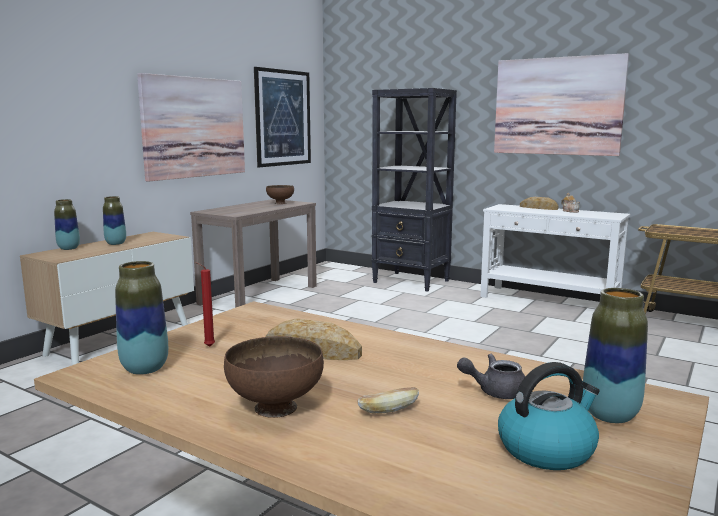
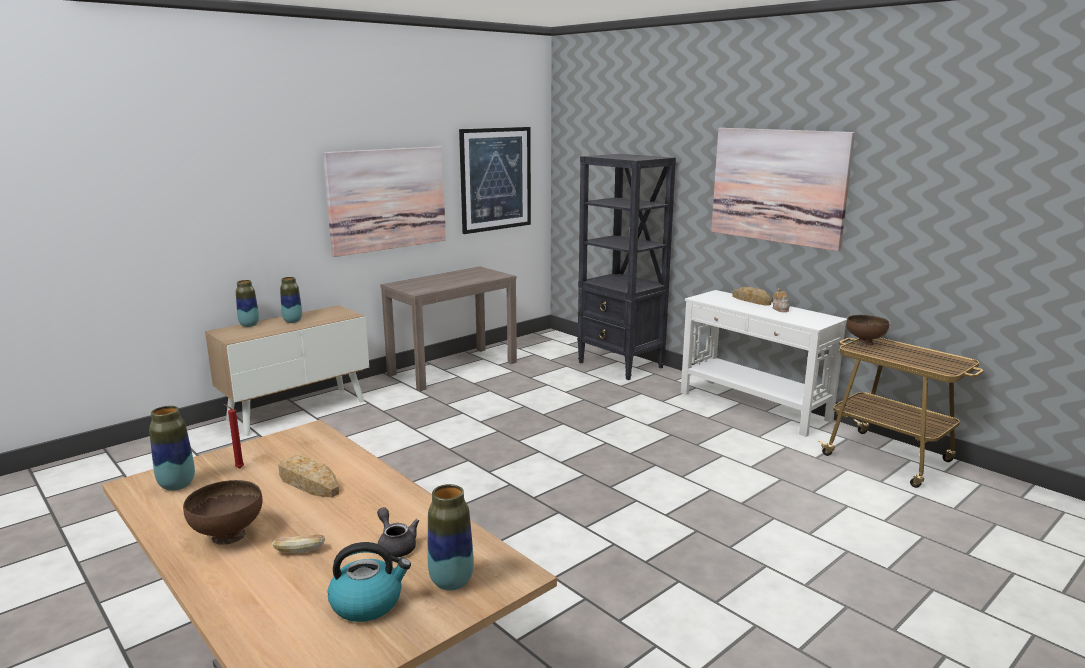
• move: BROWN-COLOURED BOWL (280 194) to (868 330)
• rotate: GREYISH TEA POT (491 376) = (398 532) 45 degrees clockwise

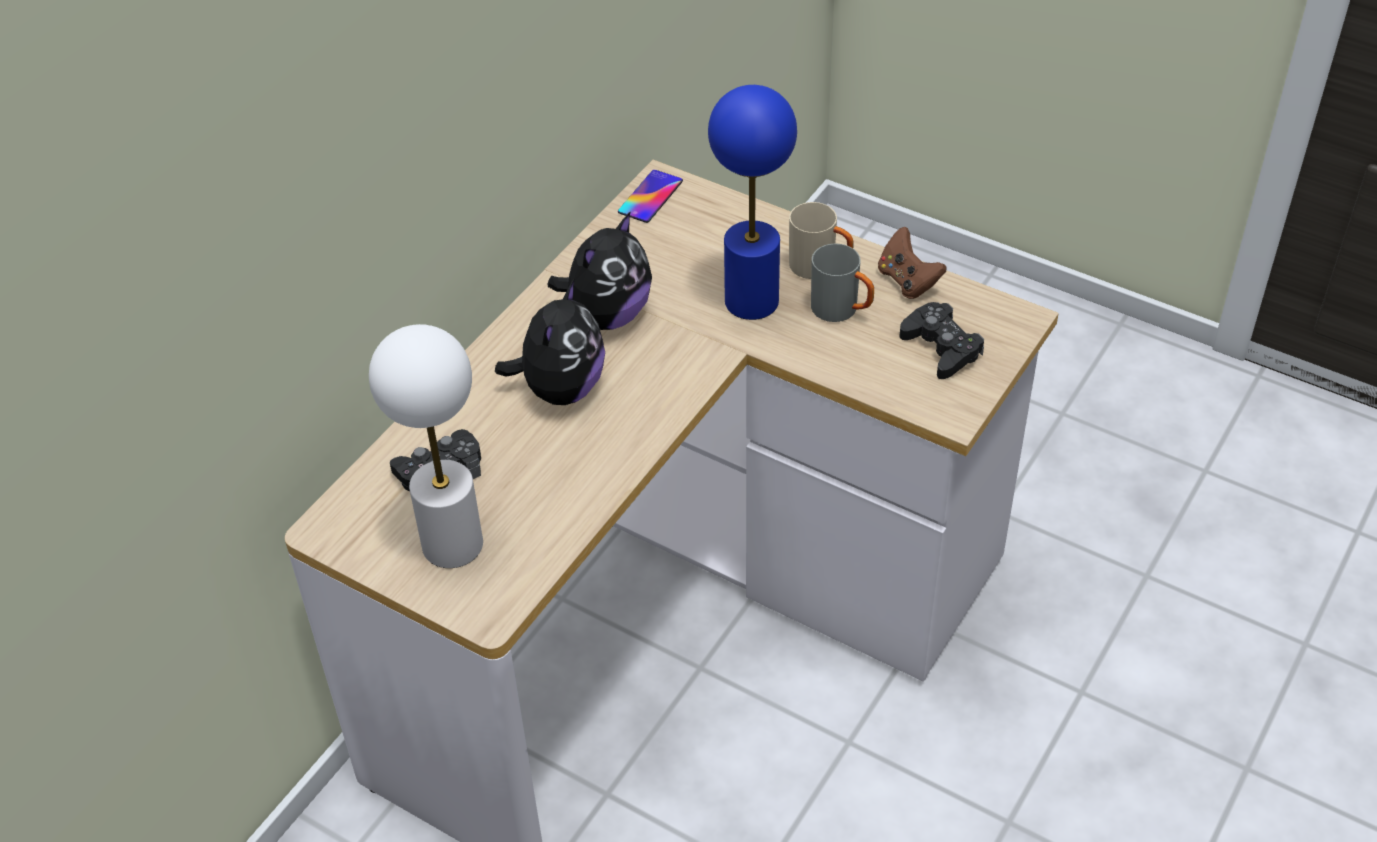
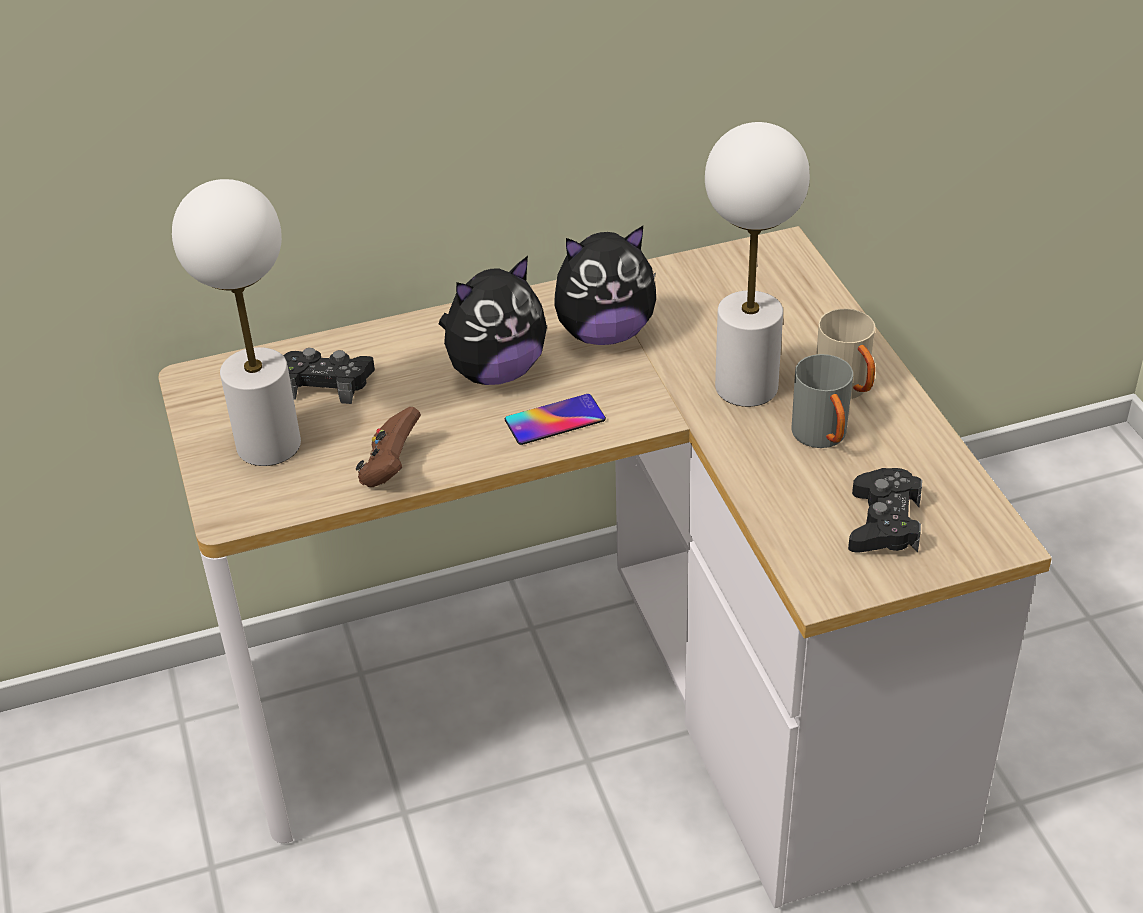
• recolor: BLUE LAMP FOR A TABLE (752 202) to WHITISH LAMP FOR A TABLE (757 264)
• move: HANDSET (650 196) to (555 419)
• move: BROWN-COLOURED GAME CONTROLLER (912 263) to (388 447)

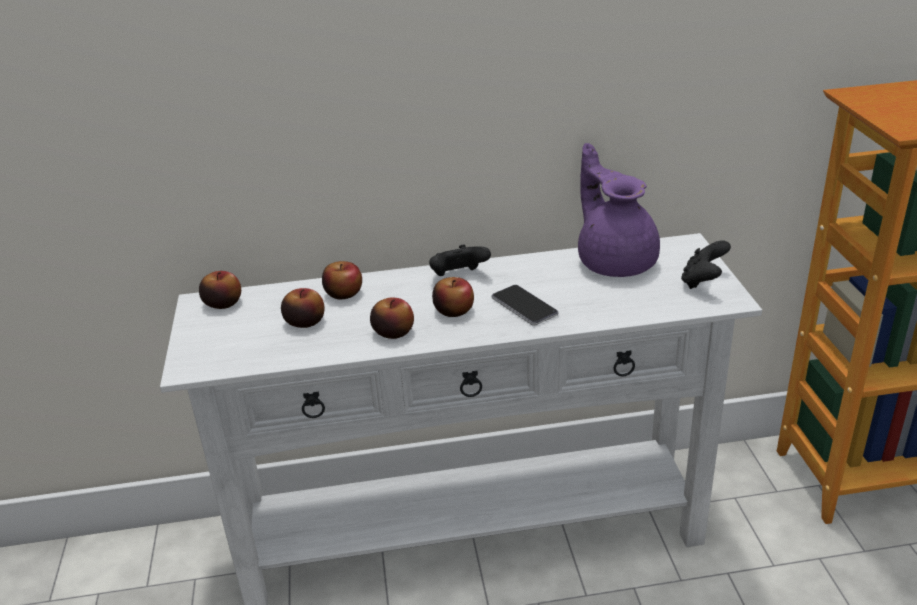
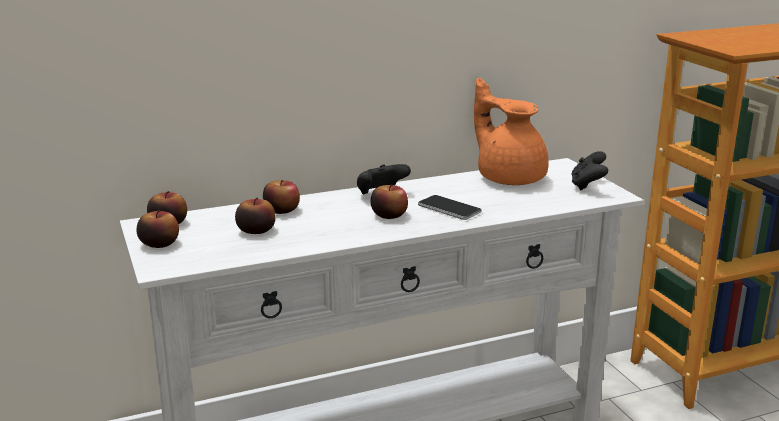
• recolor: PURPLISH TEA POT (619 210) to ORANGE-COLOURED TEA POT (511 131)
• move: APPLE FRUIT (392 318) to (158 229)

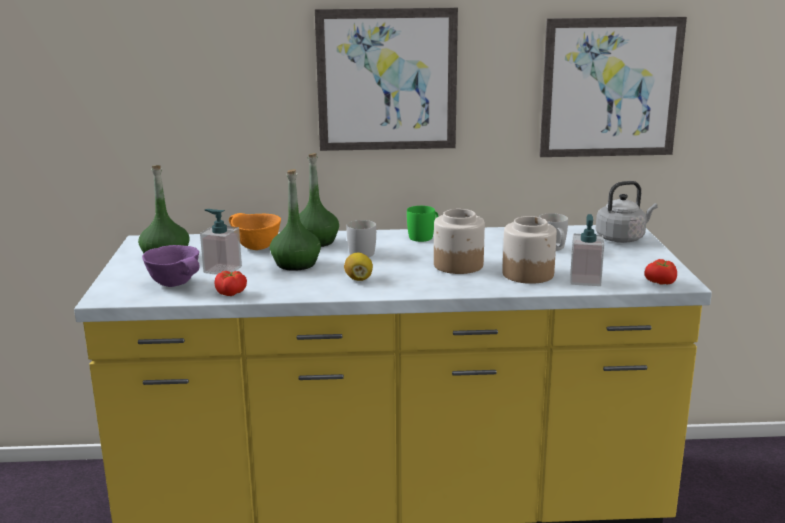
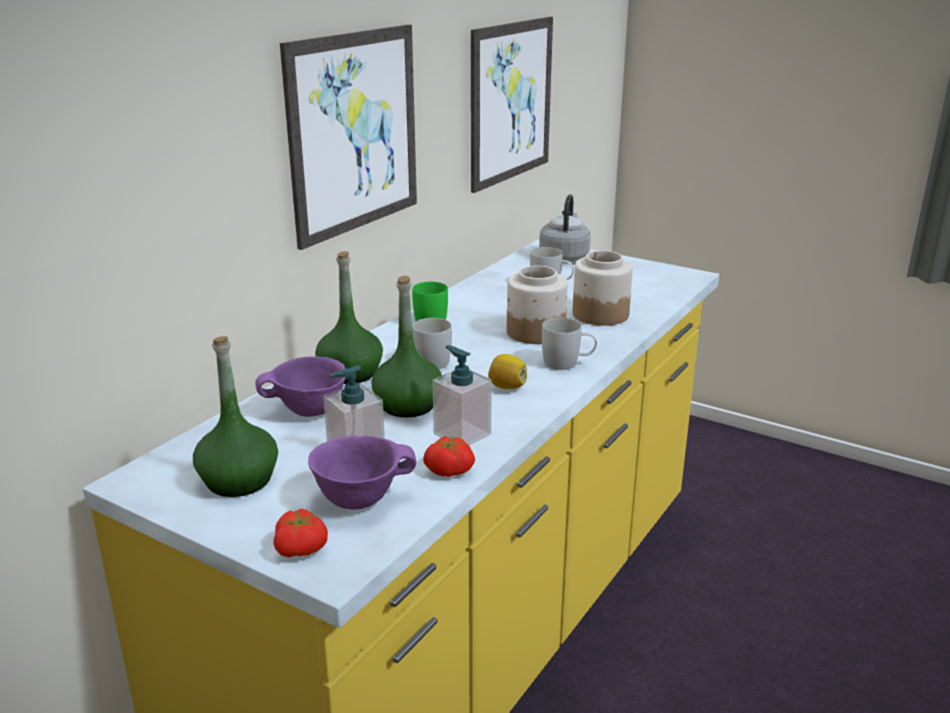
• recolor: ORANGE-COLOURED BOWL (255 231) to PURPLISH BOWL (300 386)
• move: SOAP BOTTLE (587 250) to (462 395)
• move: WHOLE TOMATO (660 271) to (301 533)
• insert: WHITISH TEA MUG (569 344)

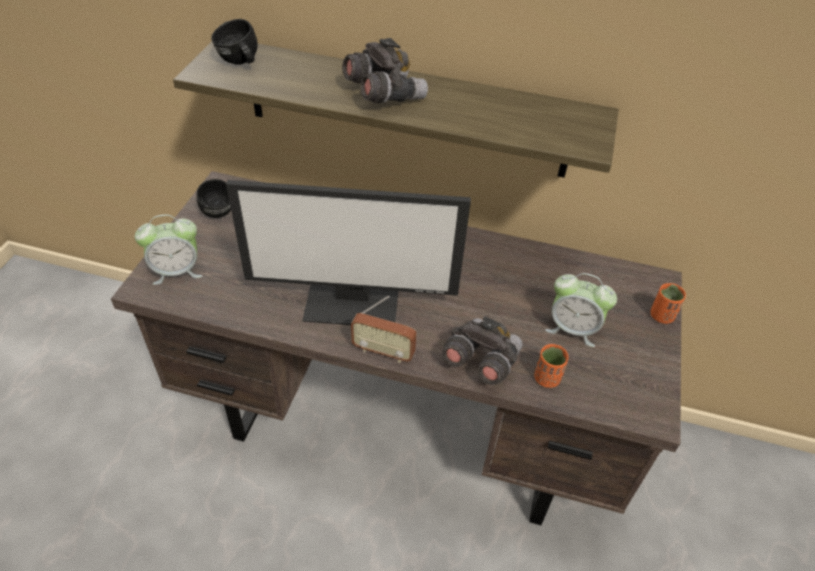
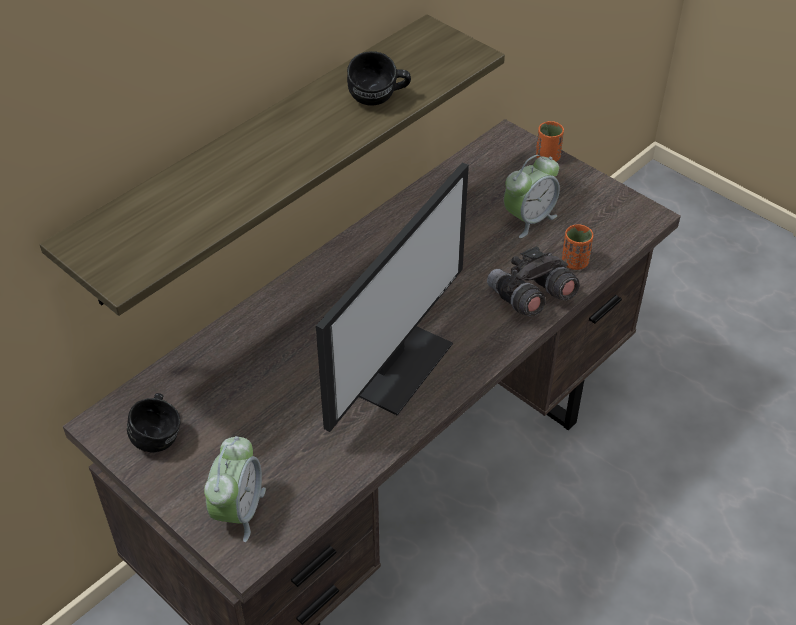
• move: BLACK TEA MUG (234 42) to (379 78)
• delete: GREYISH PAIR OF BINOCULARS (385 70)
• delete: RADIO RECEIVER (384 329)

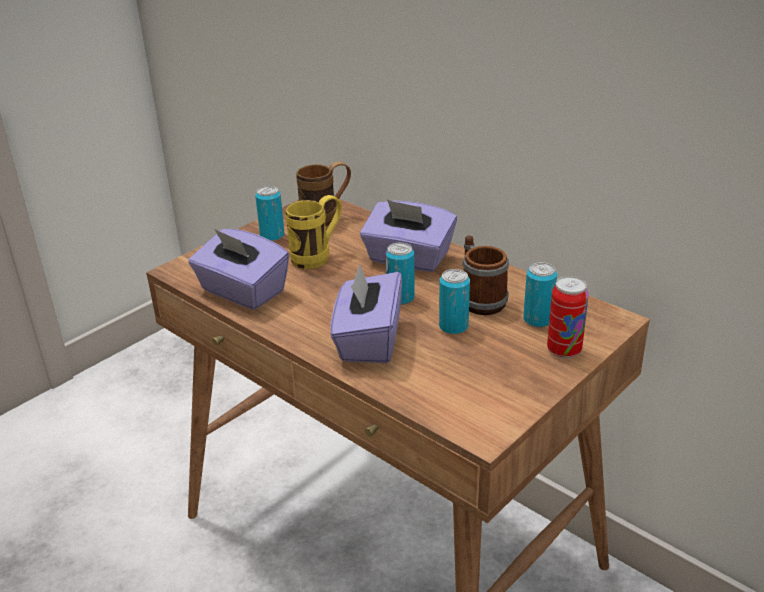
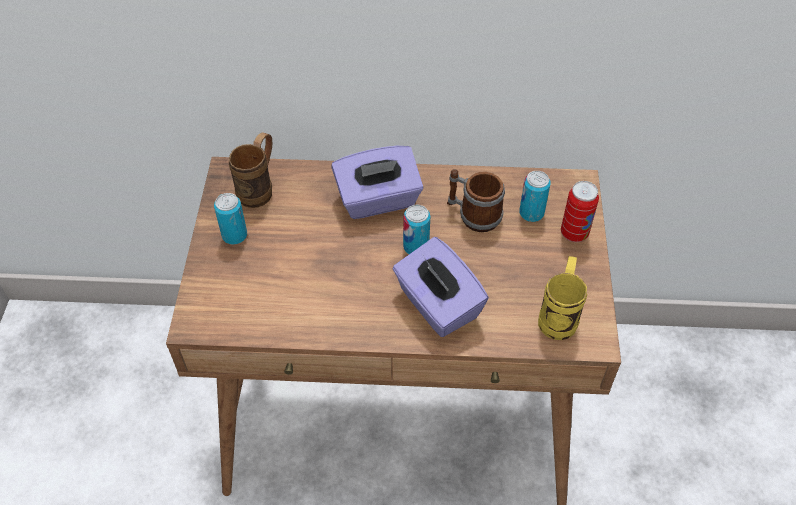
• move: YELLOW TEA MUG (313 232) to (562 298)
• delete: PURPLISH TISSUE BOX (238 269)
• delete: METAL CAN (454 302)

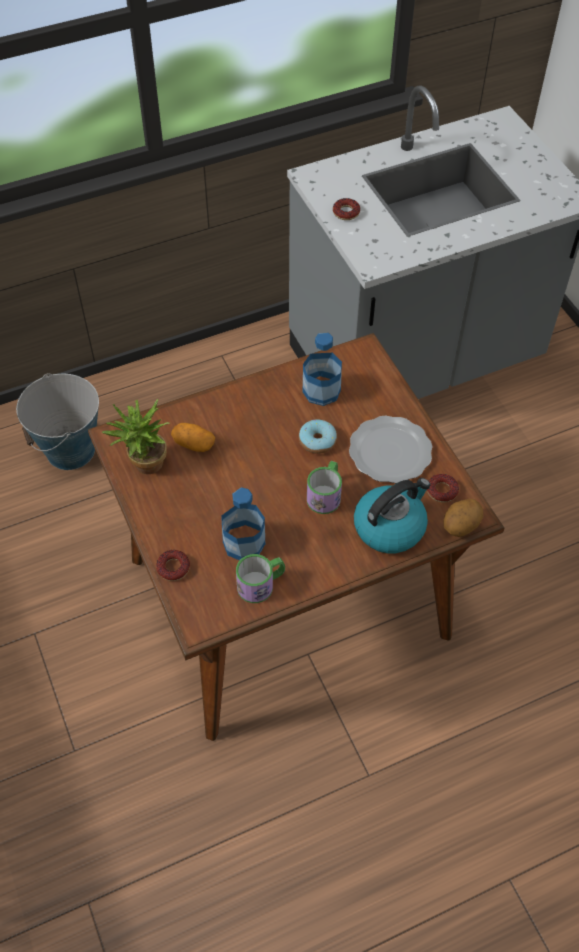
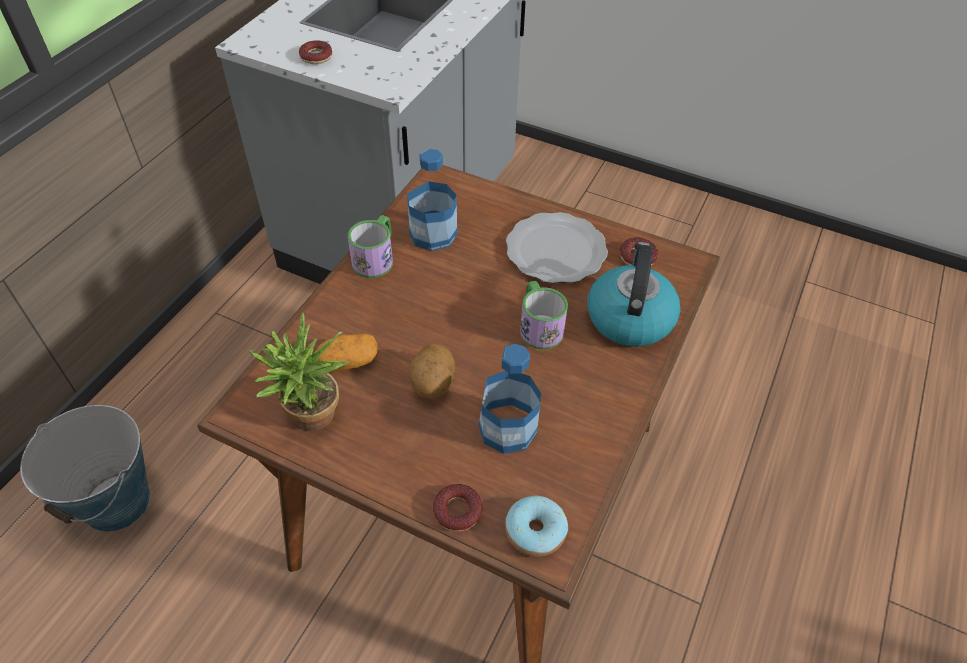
• move: DONUT (318 436) to (536 526)
• move: WHOLE POTATO (463 518) to (432 371)
• move: TEA MUG (260 578) to (370 246)

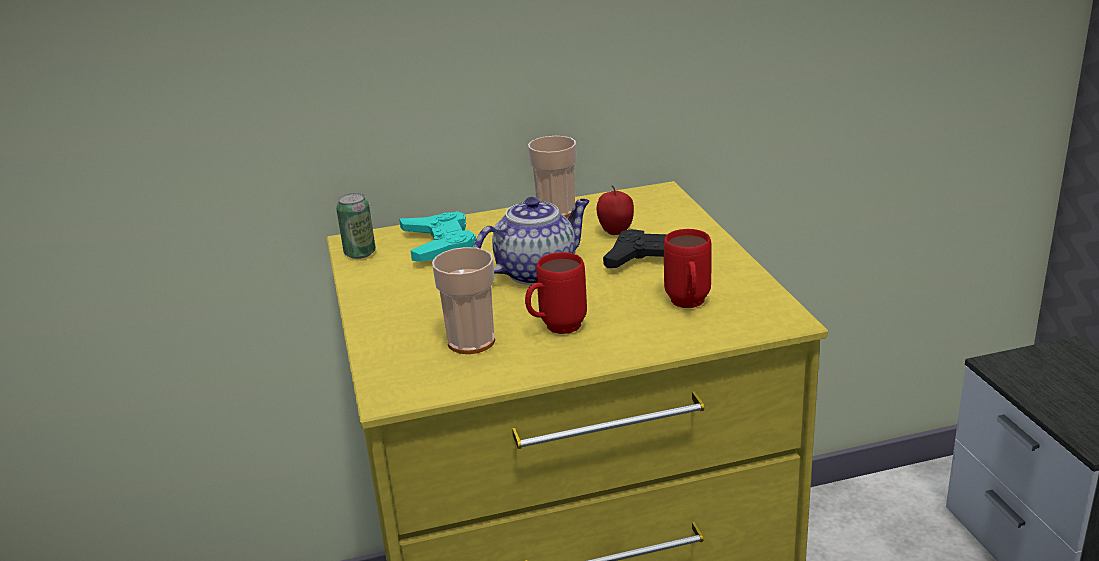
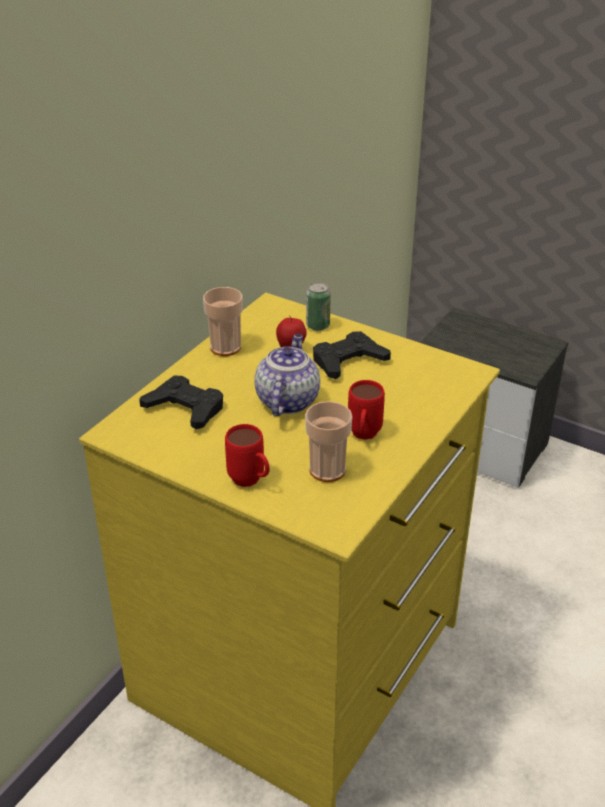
• move: METAL CAN (356 226) to (318 306)
• recolor: BLUE-GREEN GAME CONTROLLER (437 236) to BLACK GAME CONTROLLER (181 402)
• move: RED-COLOURED TEA MUG (688 268) to (247 455)

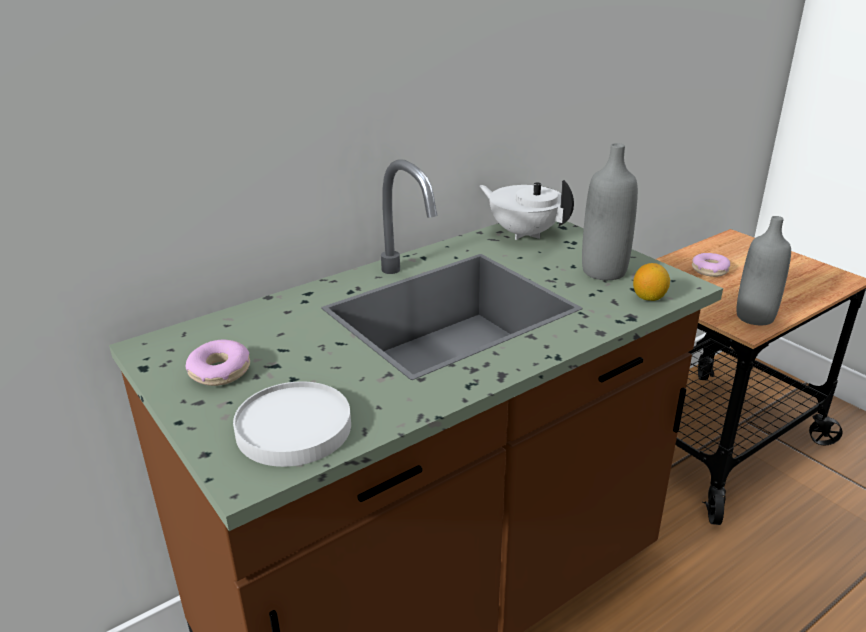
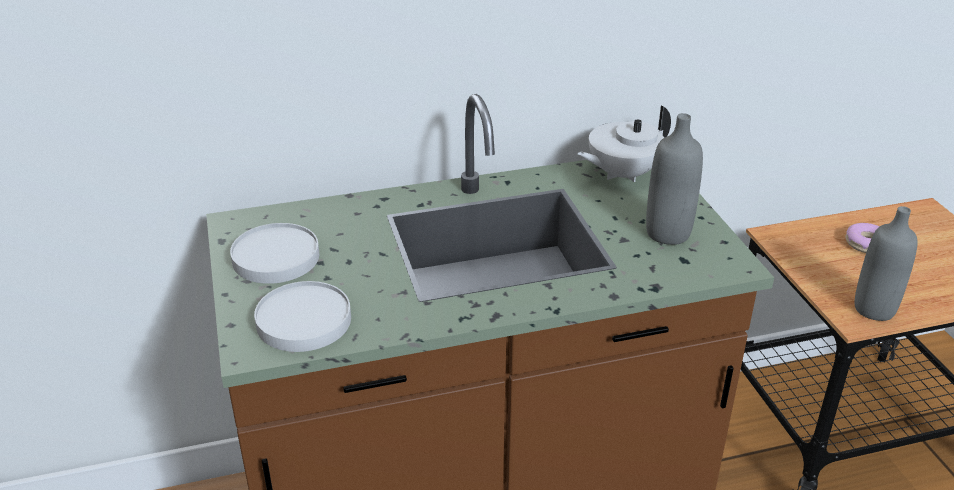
• rotate: WHITISH TEA POT (526 210) = (624 143) 90 degrees counterclockwise
• delete: CITRUS FRUIT (651 282)
• replace: DONUT (218 363) to WHITISH PLATE (274 253)

